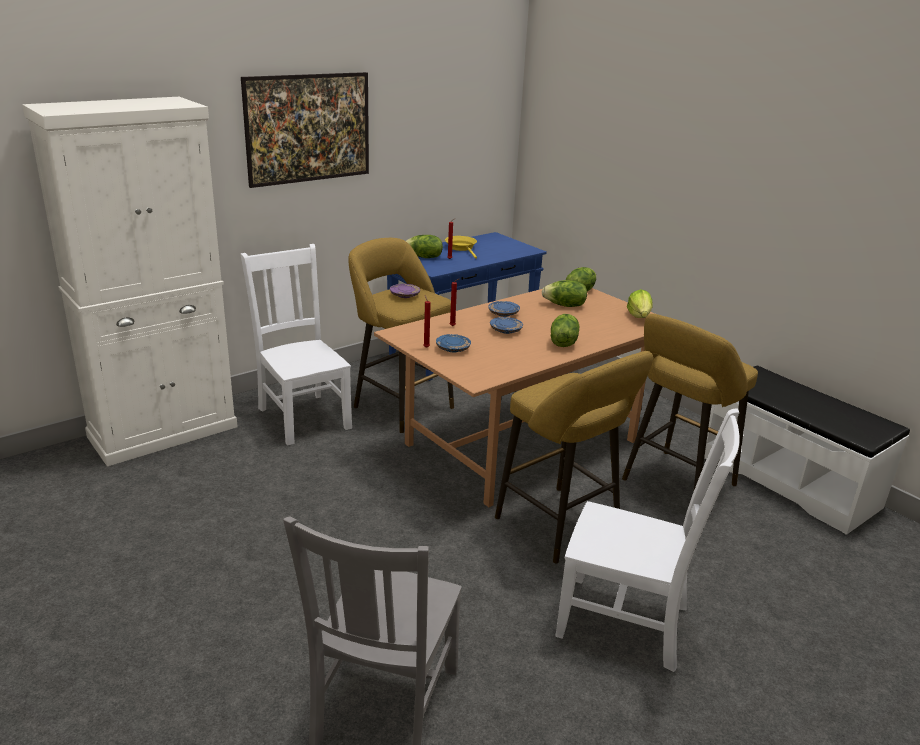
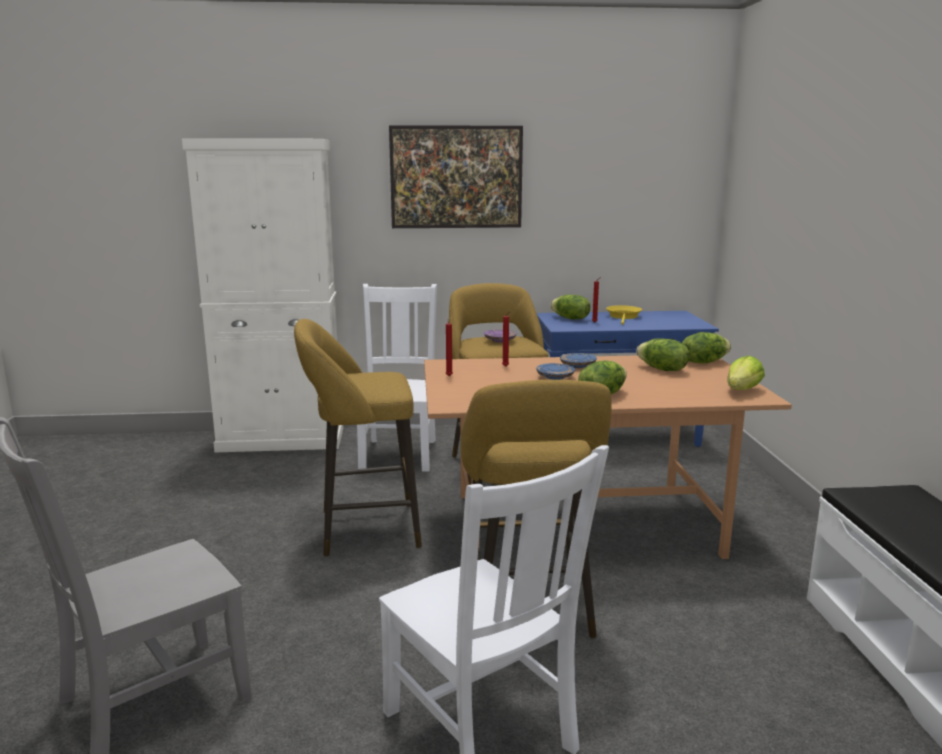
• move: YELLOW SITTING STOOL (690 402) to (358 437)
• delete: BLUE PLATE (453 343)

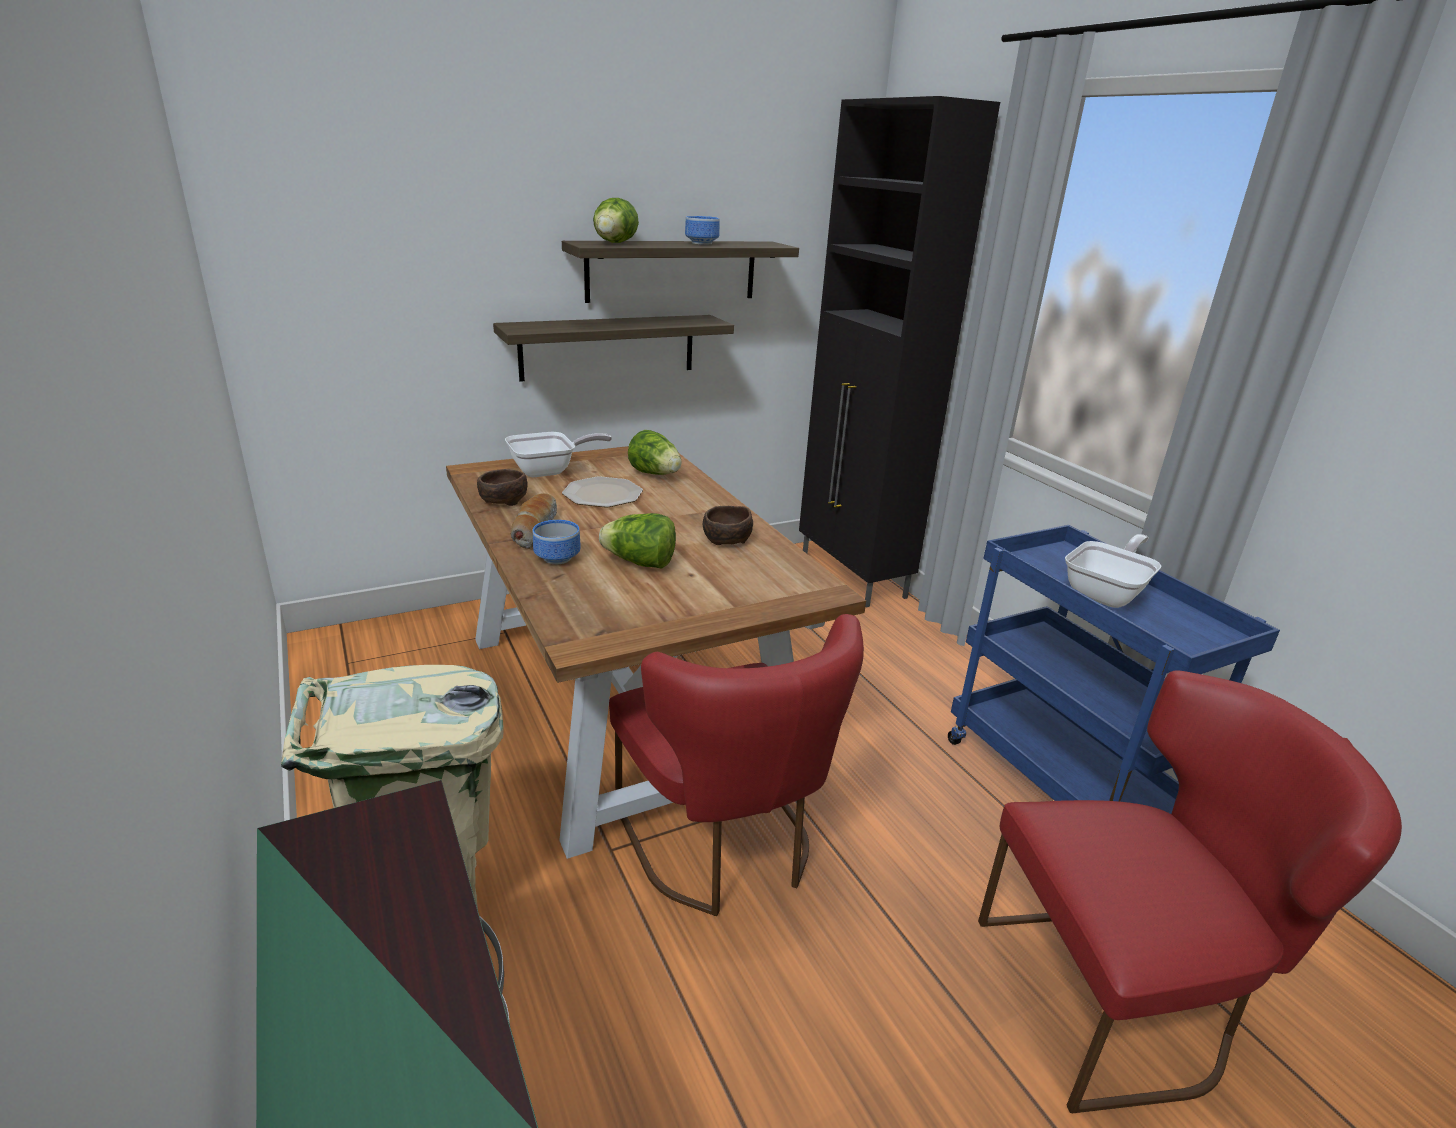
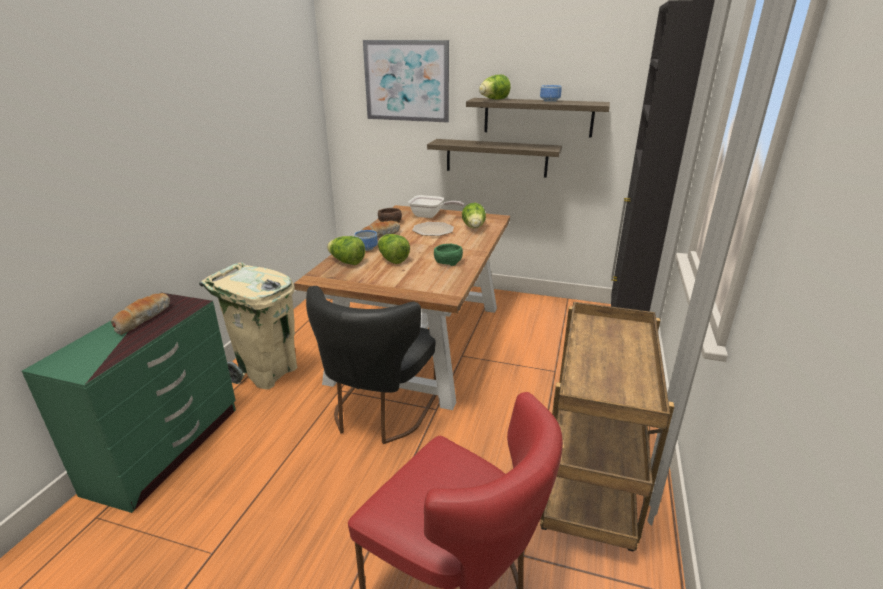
• recolor: BROWN-COLOURED BOWL (728 525) to GREENISH BOWL (448 255)
• recolor: BLUE WHEELED CART (1114 669) to BROWN-COLOURED WHEELED CART (607 427)
• delete: FRYING PAN (1113 571)
• recolor: RED-COLOURED CHAIR (736 765) to BLACK CHAIR (371 365)
• insert: WALL PICTURE (406 81)
• insert: HEAD OF LETTUCE (346 250)
• insert: BREAD (140 314)

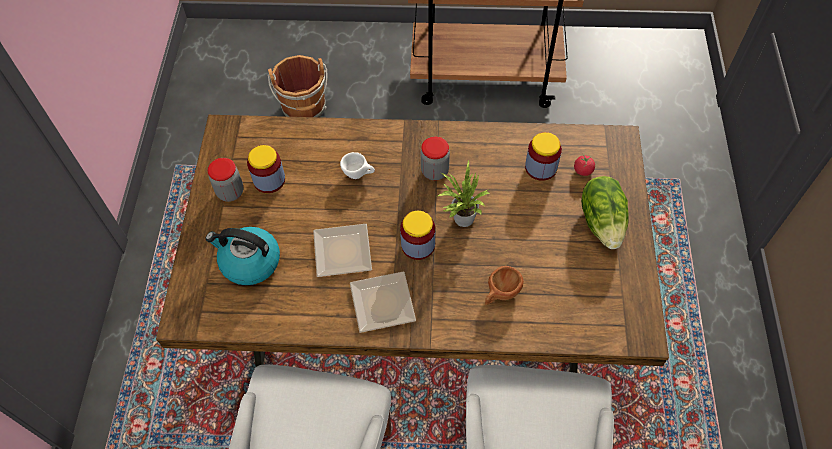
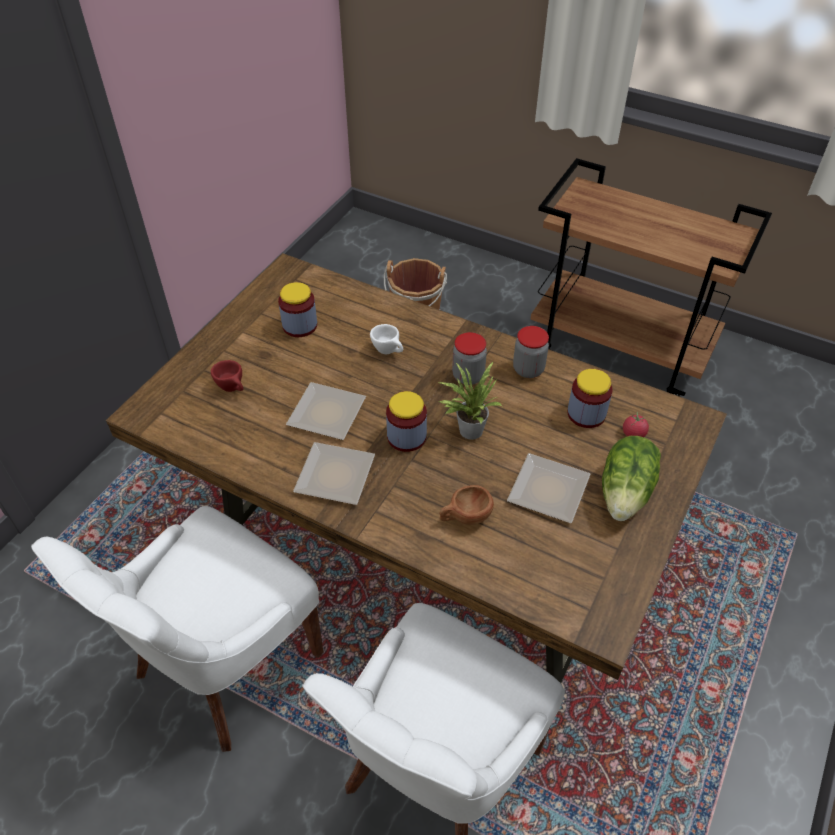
• move: STORAGE JAR (225 180) to (531 352)
• replace: TEA KETTLE (243 256) to RED-COLOURED CUP (227 376)
• insert: PLATE (548 488)

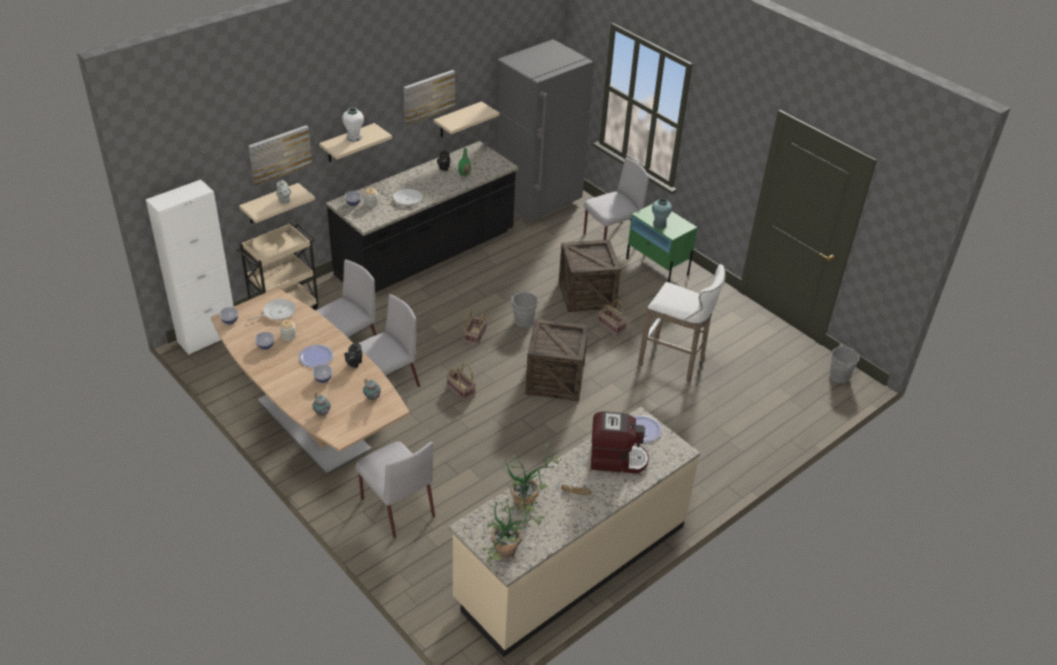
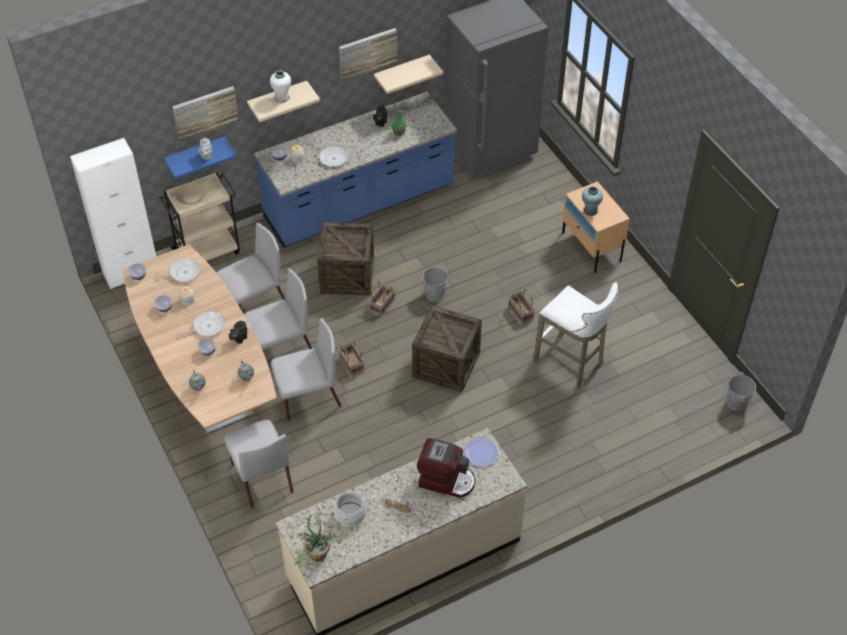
• recolor: BLACK KITCHEN COUNTER (422 217) to BLUE KITCHEN COUNTER (355 170)
• move: GREYISH CHAIR (616 198) to (306 369)
• recolor: BEIGE WALL SHELF (277 203) to BLUE WALL SHELF (200 157)
• recolor: GREENISH NIGHTSTAND (661 243) to BEIGE NIGHTSTAND (596 227)
• move: PACKING CRATE (590 276) to (345 258)
• replace: PLATE (316 356) to FRYING PAN (201 324)
• replace: POTTED PLANT (532 480) to SAUCEPOT (350 508)

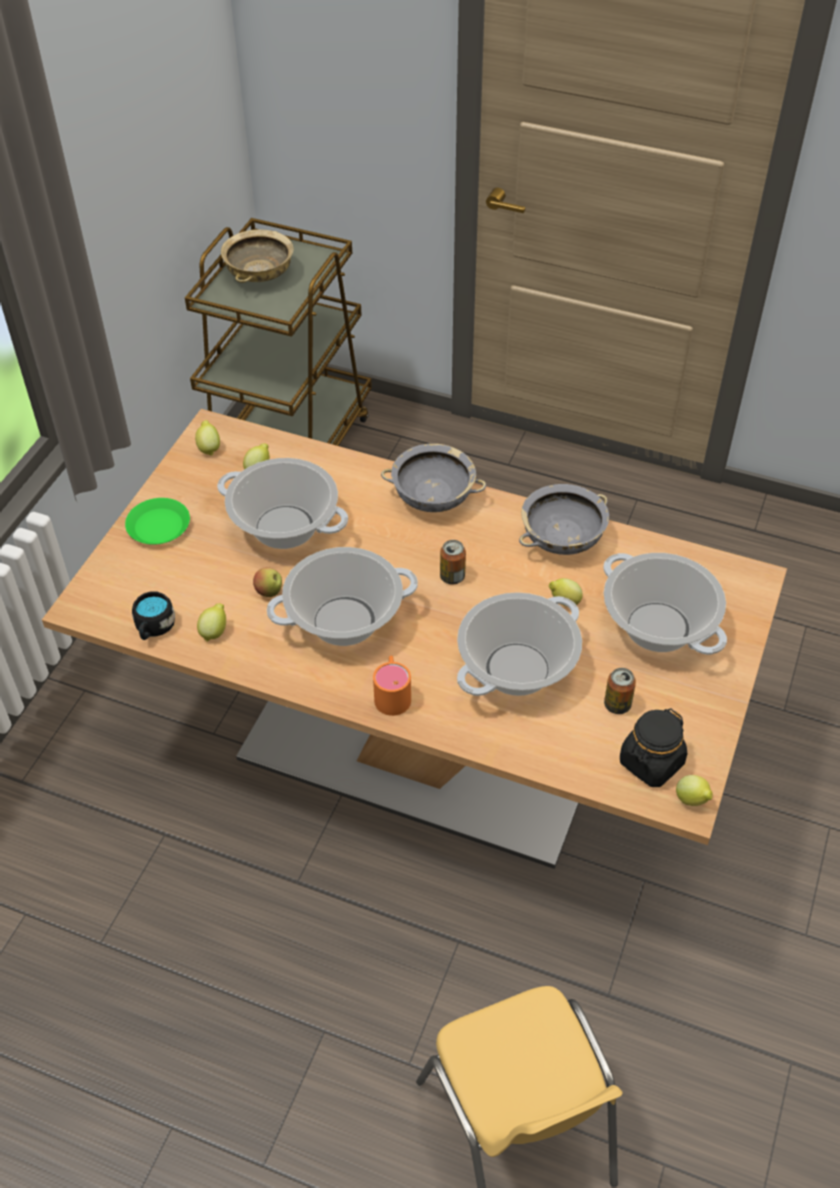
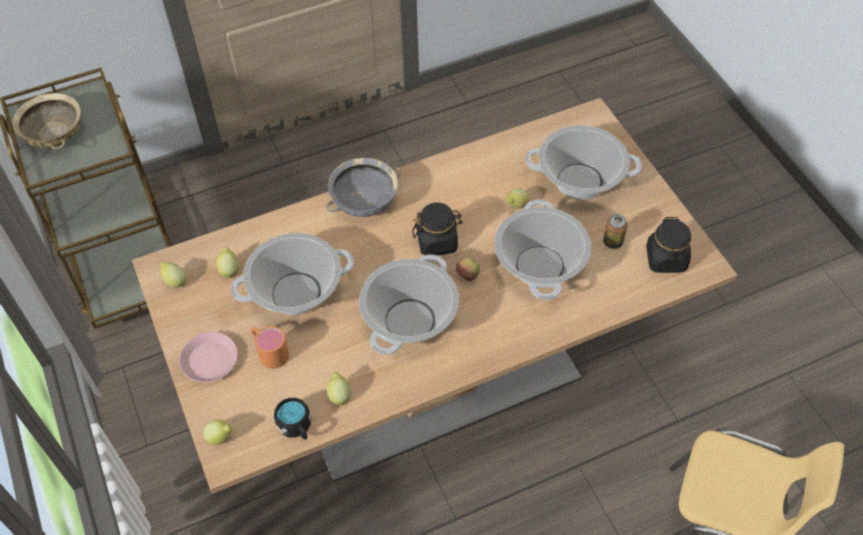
• delete: GREYISH BOWL (564 519)
• recolor: GREENISH PLATE (157 521) to PINK-COLOURED PLATE (208 357)
• replace: METAL CAN (453 562) to BLACK STORAGE JAR (437 228)
• move: APPLE FRUIT (267 582) to (468 269)
• move: ORANGE-COLOURED TEA MUG (392 686) to (270 347)
• move: CITRUS FRUIT (694 790) to (218 432)

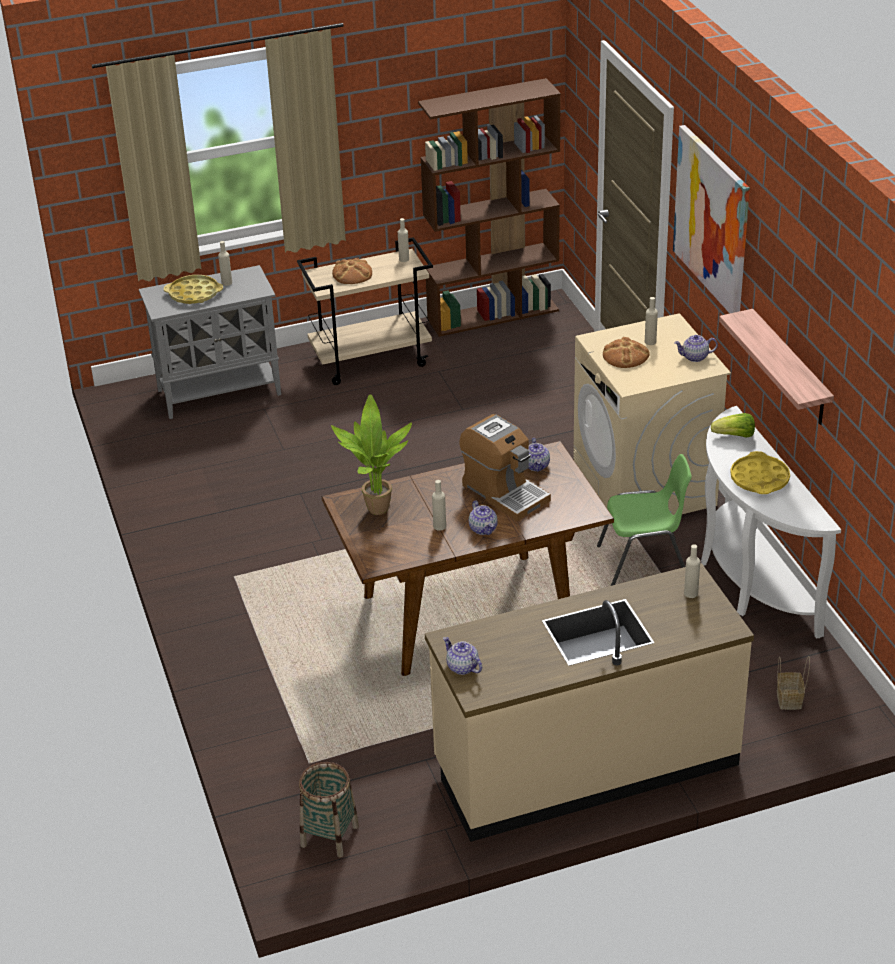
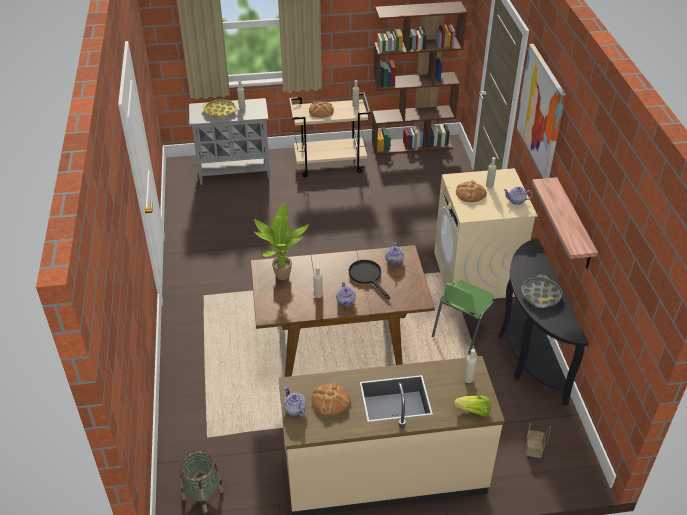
• recolor: WHITISH HALL TABLE (771 522) to BLACK HALL TABLE (544 322)
• move: HEAD OF LETTUCE (733 425) to (472 406)
• replace: COFFEE MACHINE (505 467) to BLACK FRYING PAN (369 279)
• recolor: YELLOW SERVING TRAY (760 472) to GREYISH SERVING TRAY (541 291)
• rotate: GREENISH CHAIR (644 520) = (463 317) 120 degrees clockwise
• insert: BREAD (331 399)

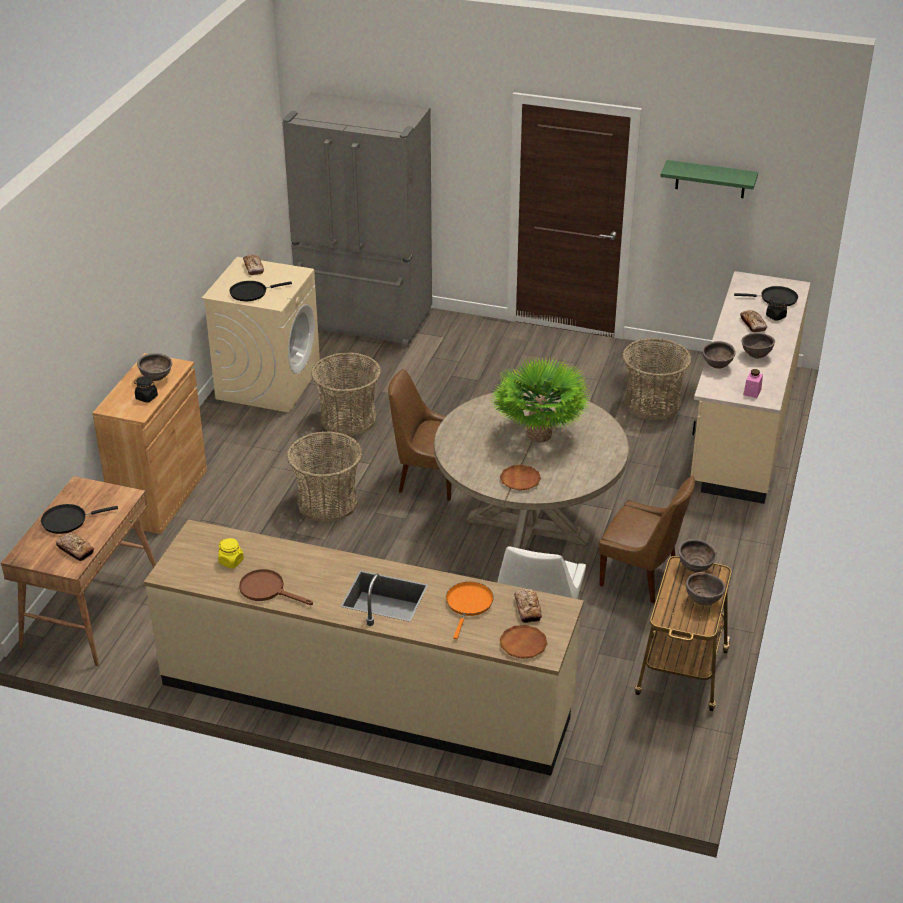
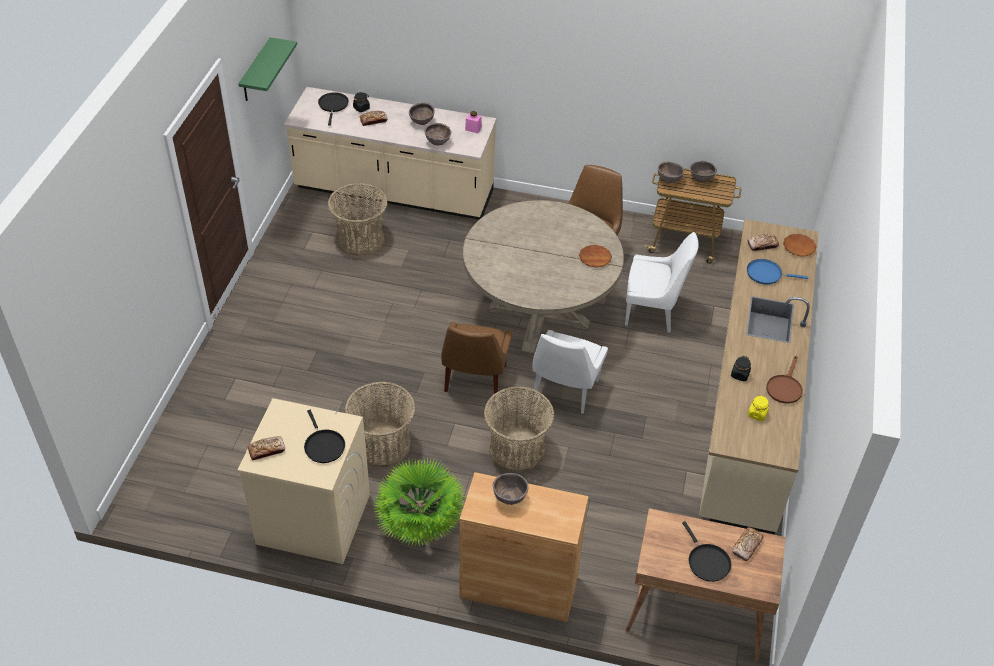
• delete: GREYISH FRIDGE (357 219)
• move: POTTED PLANT (540 400) to (418 502)
• move: BLACK STORAGE JAR (146 389) to (741 368)
• recolor: ORANGE-COLOURED FRYING PAN (470 610) to BLUE FRYING PAN (777 272)
• insert: WHITISH CHAIR (570 372)

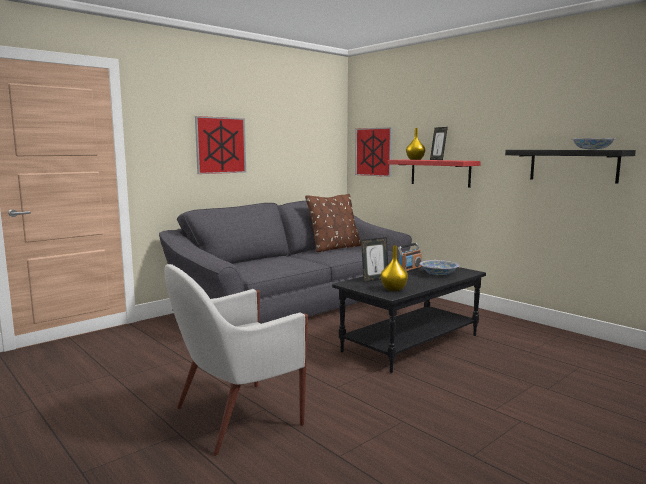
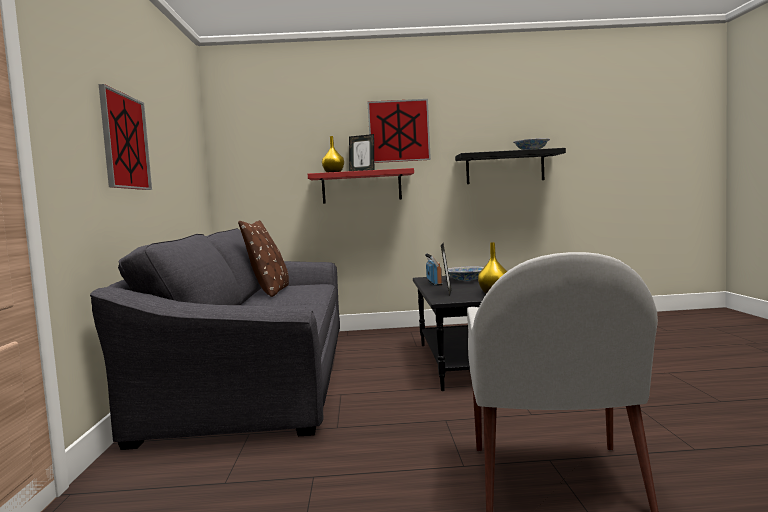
• move: WALL PICTURE (373 152) to (399 131)

